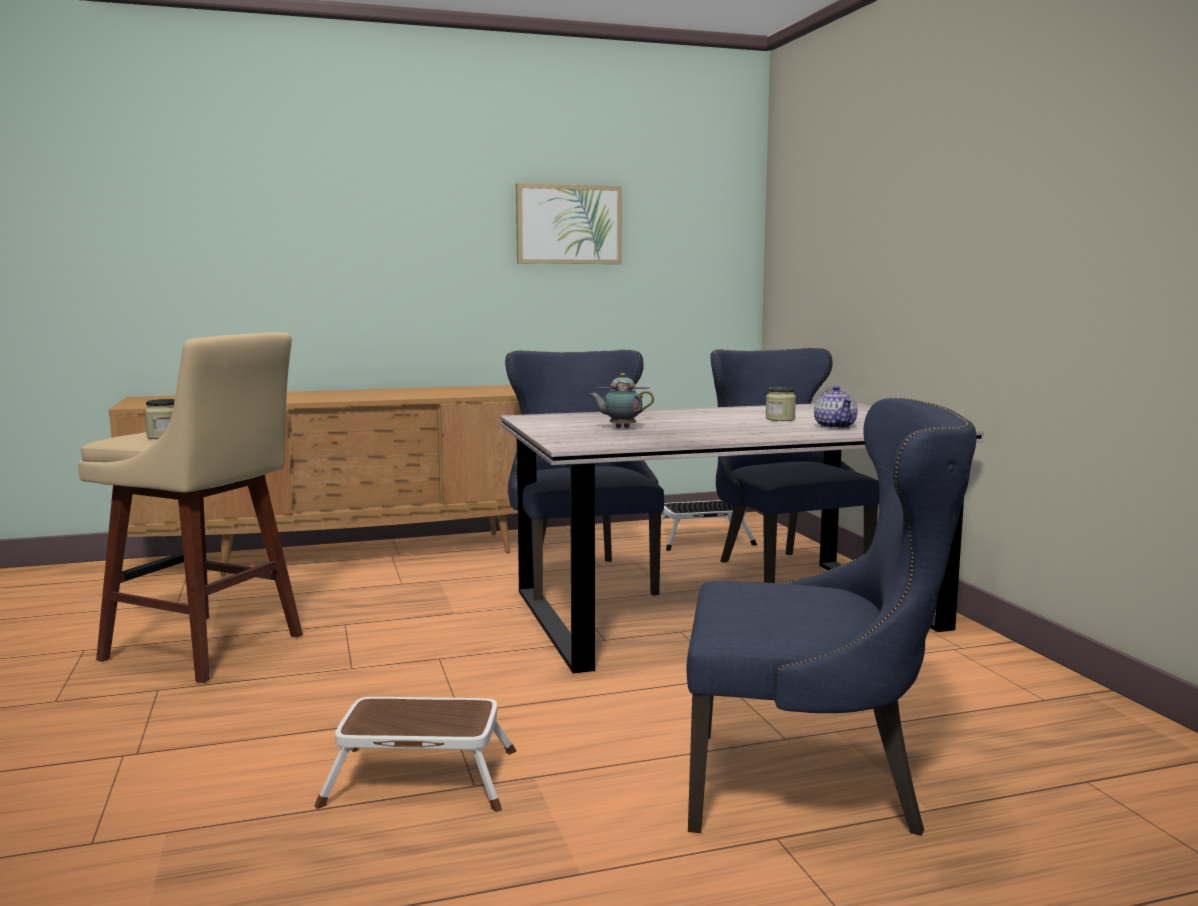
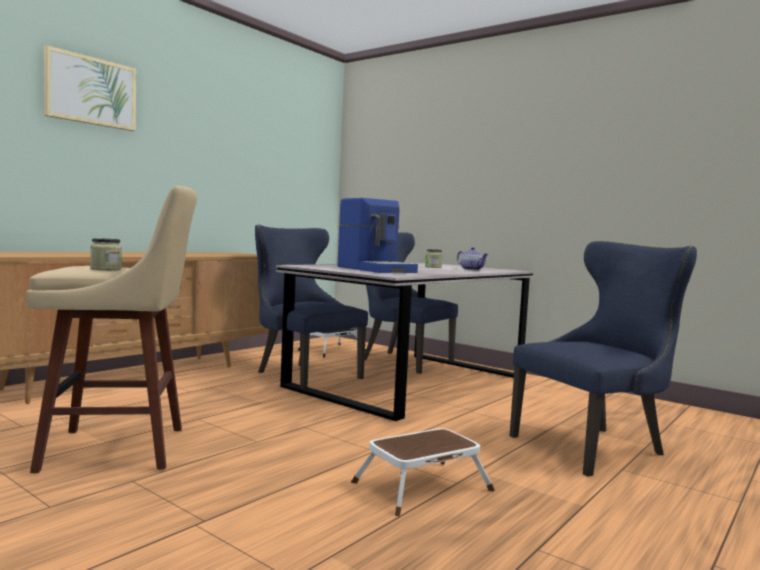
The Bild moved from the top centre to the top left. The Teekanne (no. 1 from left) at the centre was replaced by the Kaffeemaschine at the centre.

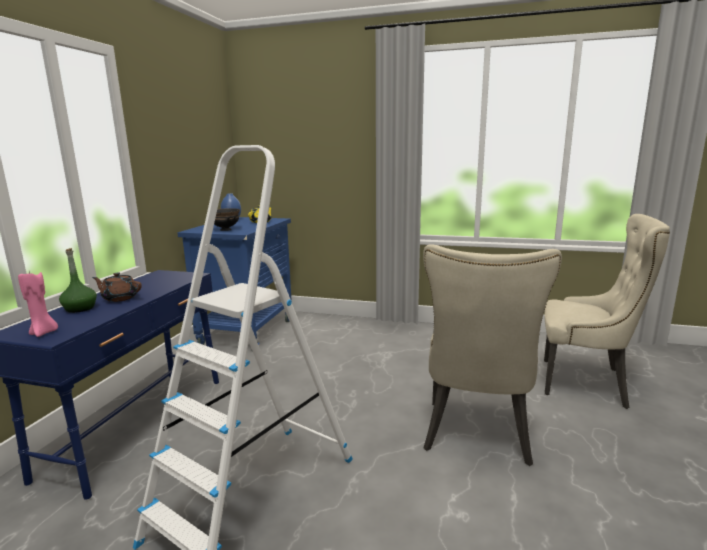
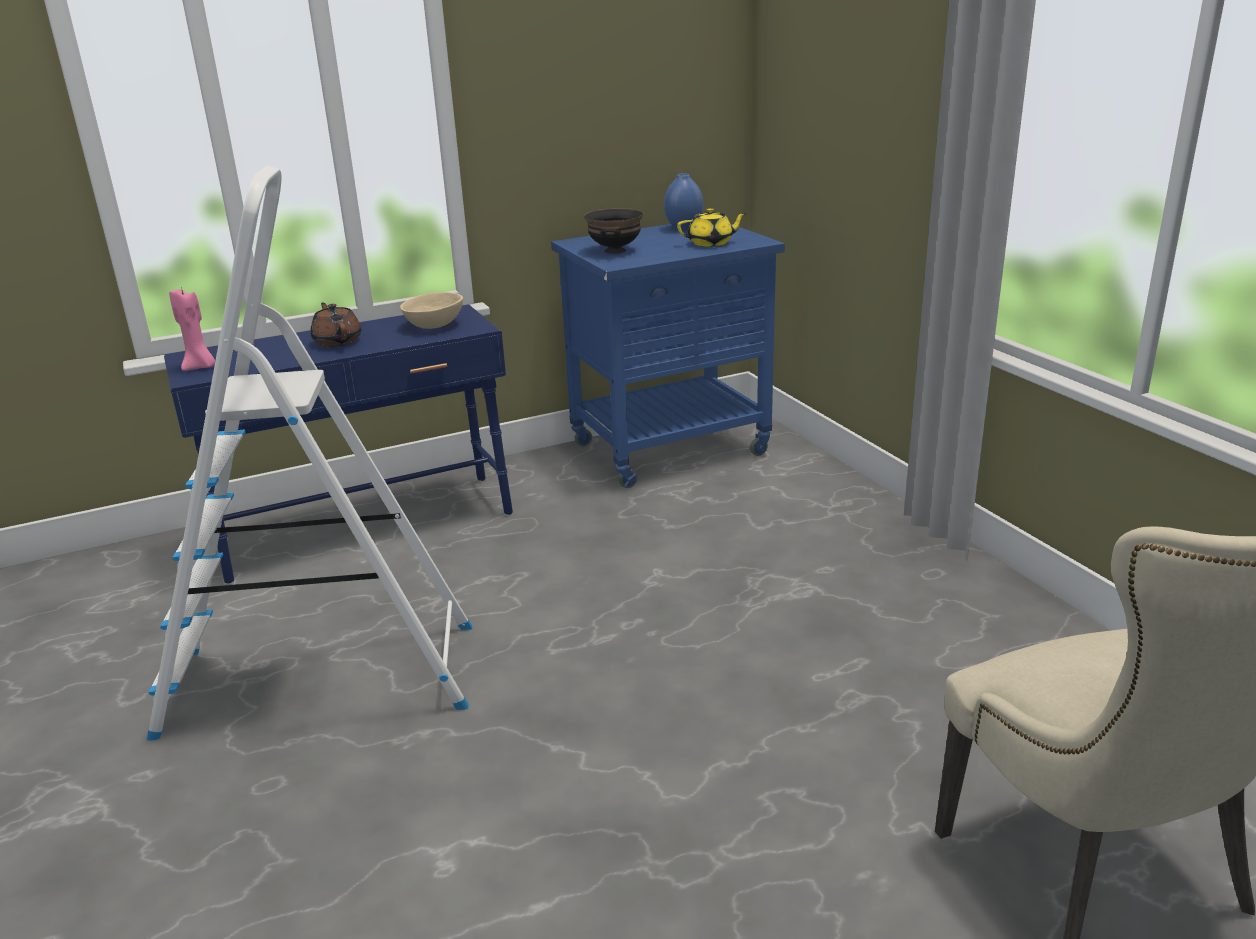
The Flasche/grün at the middle left disappeared. The Stuhl/beige (no. 1 from left) at the middle right disappeared. The Schüssel/beige at the top centre appeared.

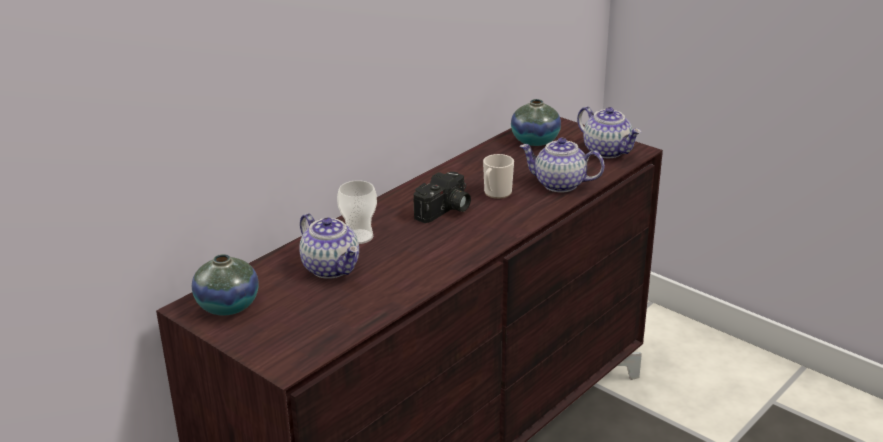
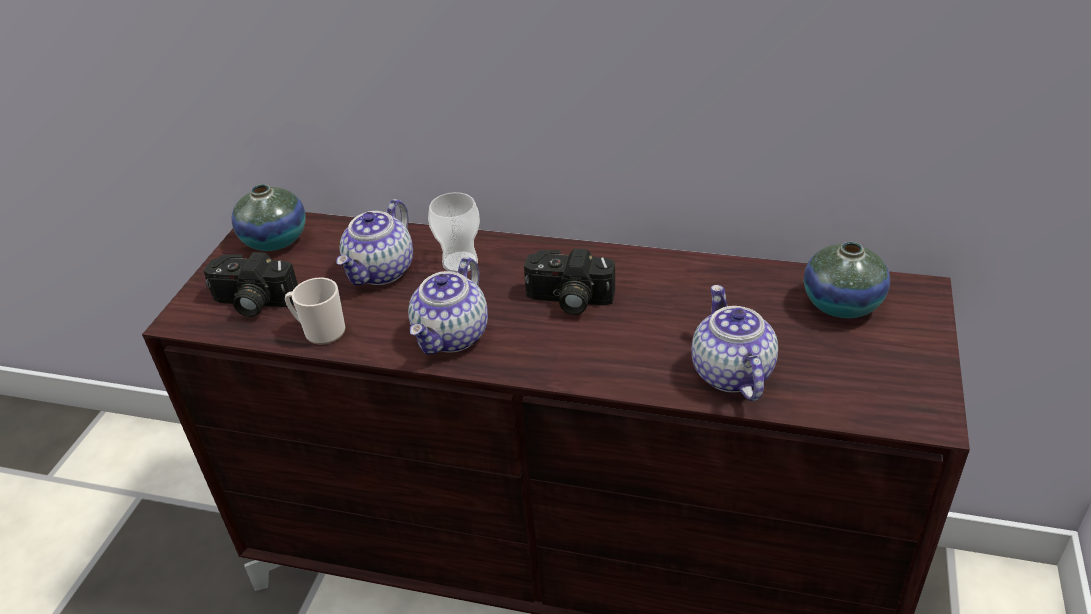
The Henkelbecher moved from the centre to the middle left. The Teekanne (no. 3 from left in the first image) moved from the top right to the centre. The Kamera (no. 1 from left) at the middle left appeared.

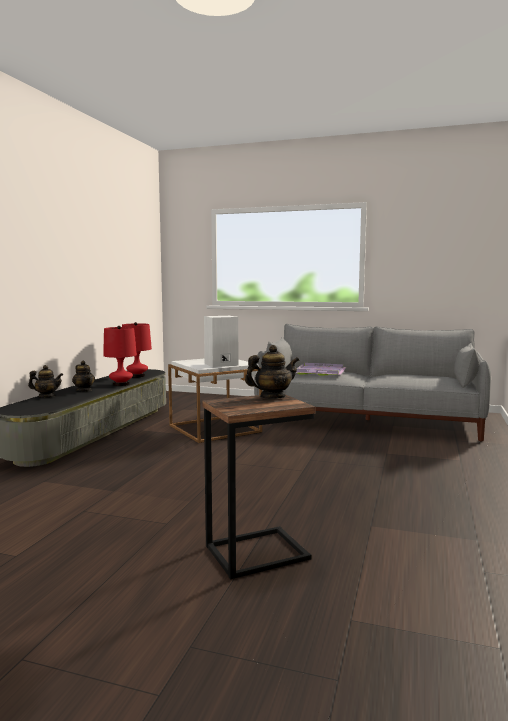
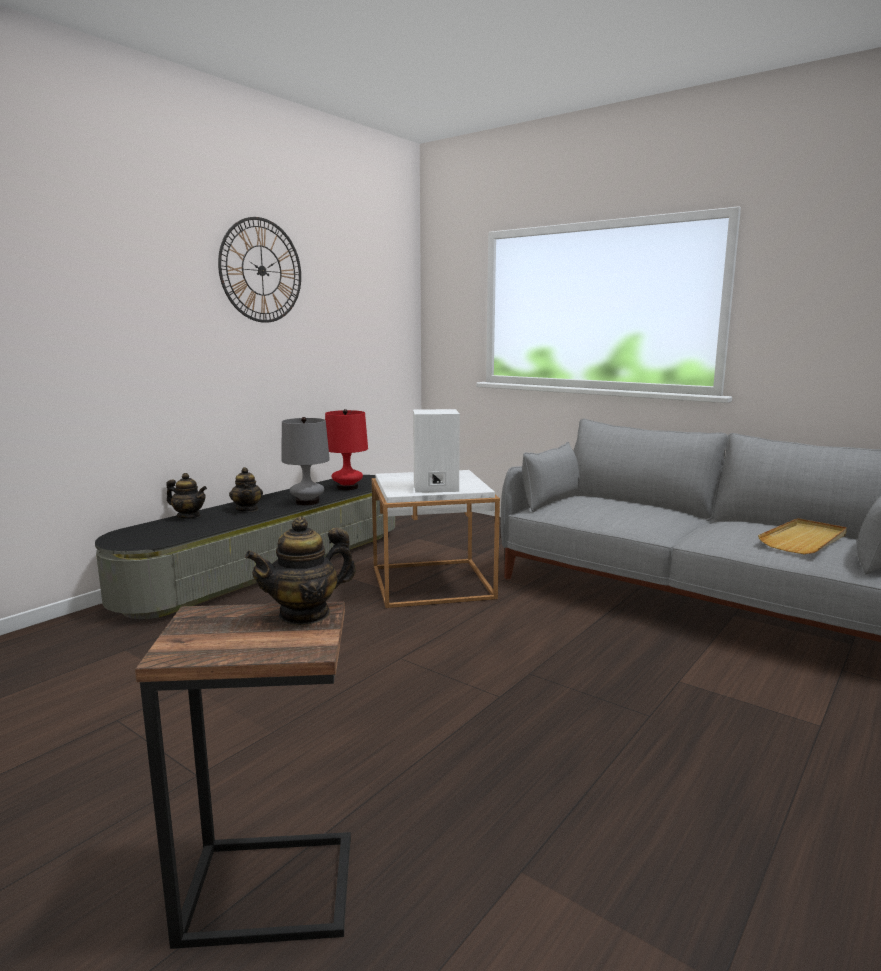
The Tischlampe/rot (no. 1 from left) at the middle left became the Tischlampe/grau at the centre. The Teekanne (no. 3 from left) at the centre turned 150 degrees clockwise. The Tablett/lila at the centre disappeared. The Wanduhr at the top left appeared. The Tablett/beige at the middle right appeared.

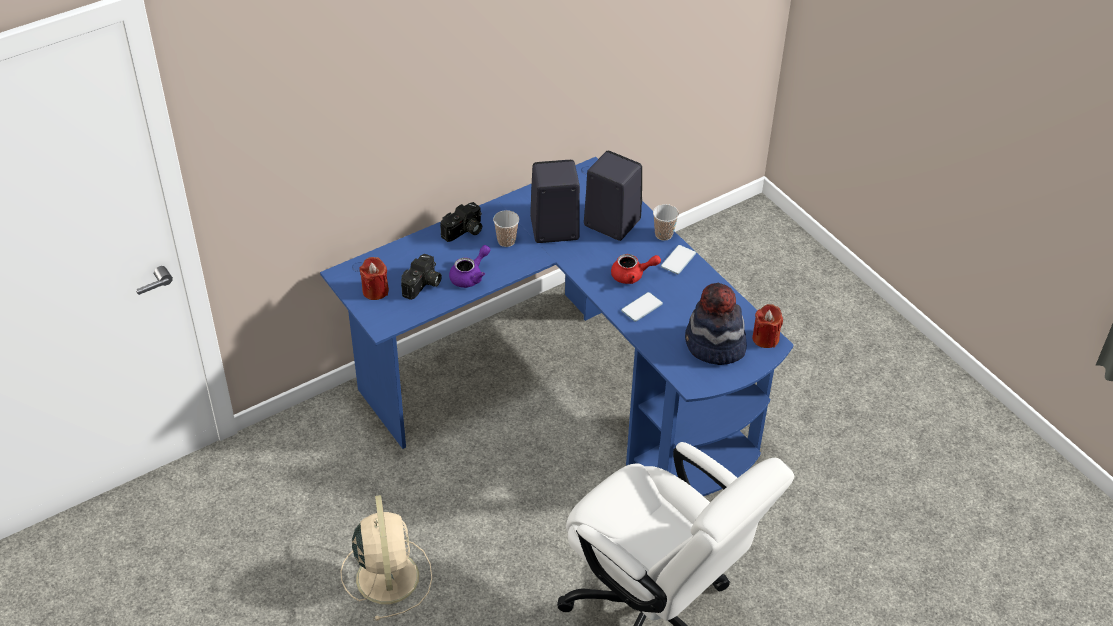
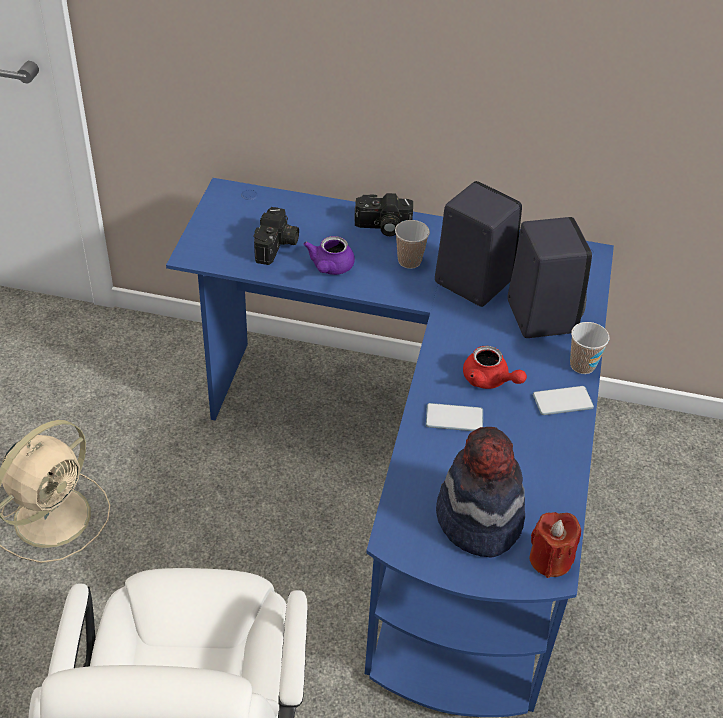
The Kerze/rot (no. 1 from left) at the centre disappeared. The Kamera (no. 1 from left) at the centre turned 60 degrees counterclockwise. The Teekanne/lila at the centre turned 105 degrees clockwise.

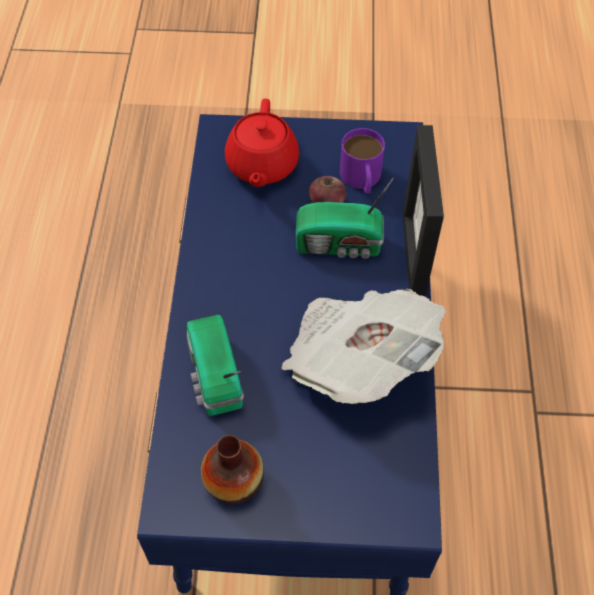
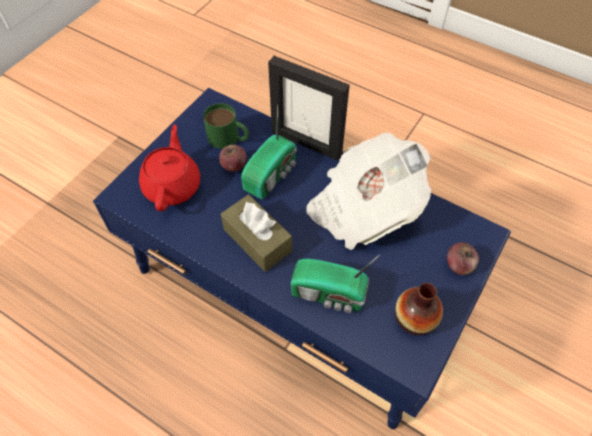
The Teekanne/rot at the top centre turned 120 degrees counterclockwise. The Henkelbecher/lila at the top centre became the Henkelbecher/grün at the top centre. The Taschentuchbox/braun at the centre appeared. The Apfel (no. 2 from left) at the middle right appeared.

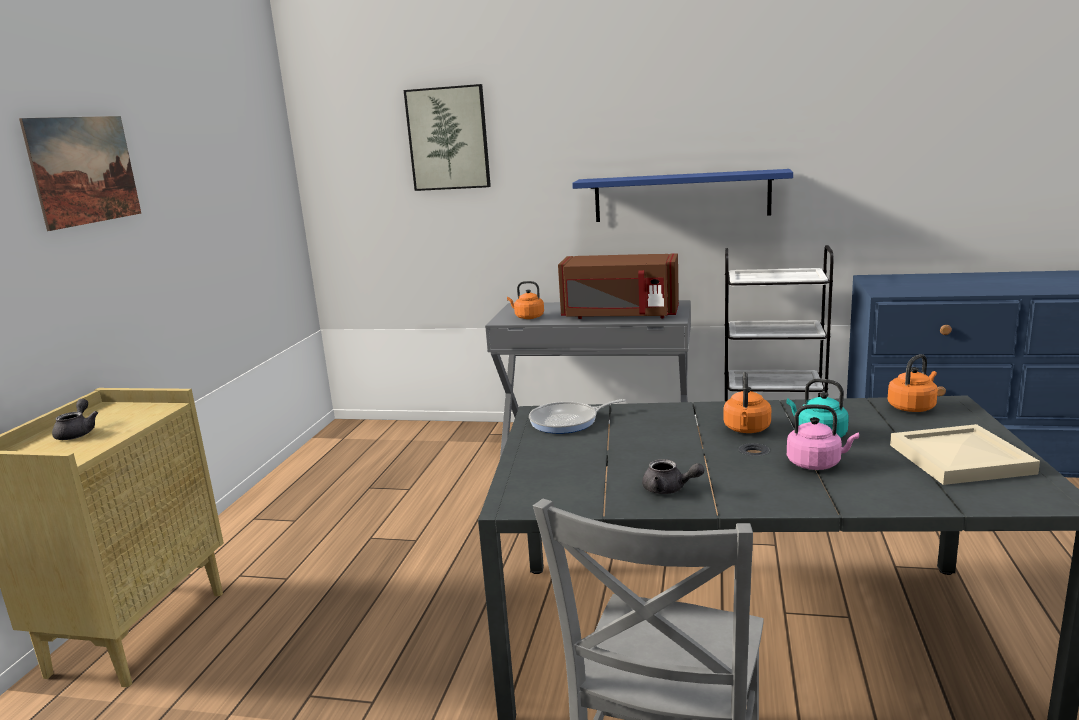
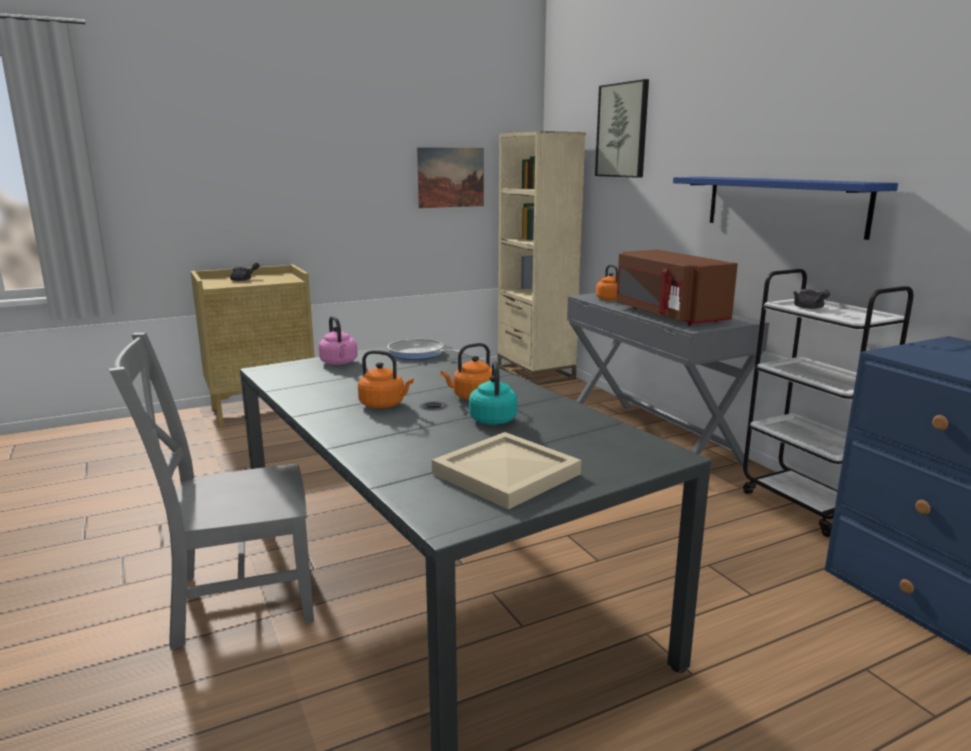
The Bild (no. 1 from left) moved from the top left to the top centre. The Teekanne/grau (no. 2 from left) moved from the centre to the middle right. The Wasserkessel/rosa moved from the middle right to the centre. The Wasserkessel/orange (no. 3 from left in the first image) moved from the middle right to the centre. The Bücherregal/beige at the centre appeared.

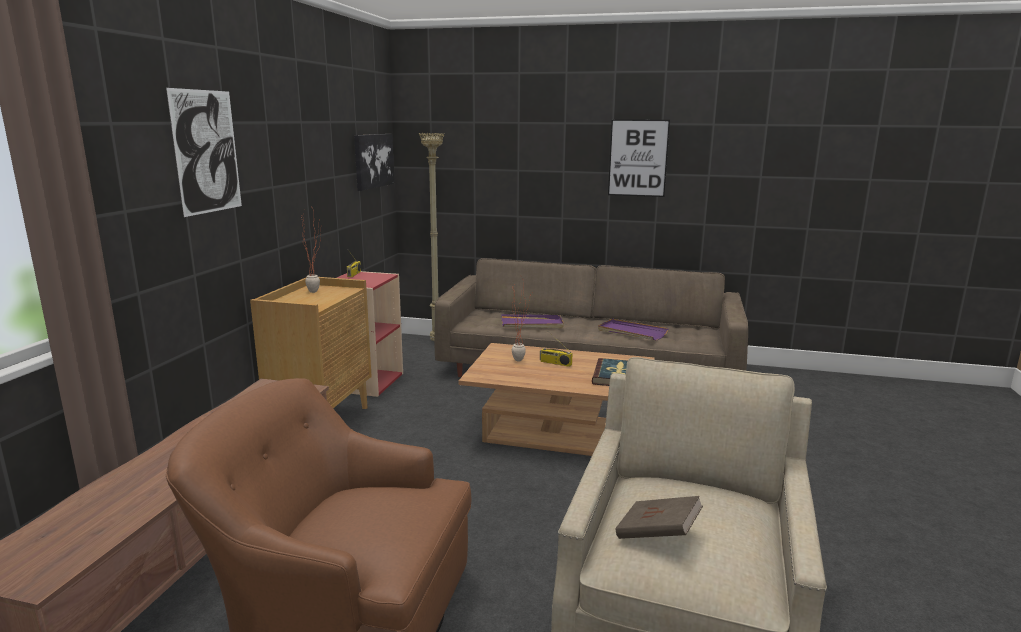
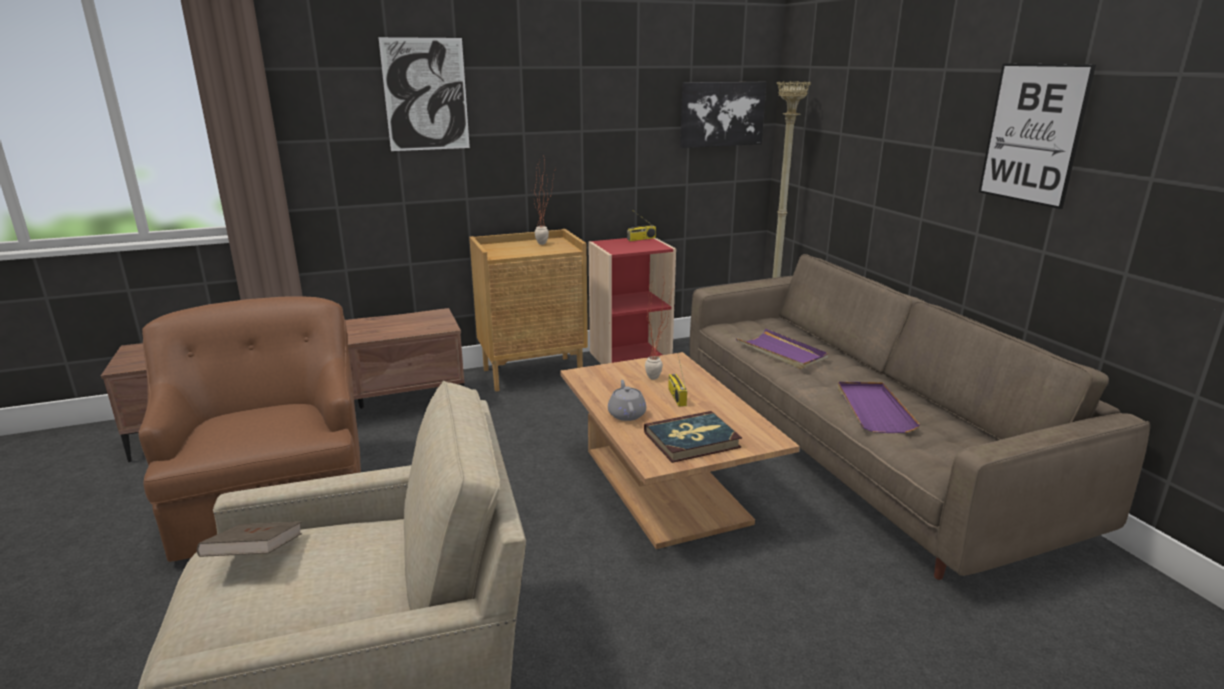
The Teekanne/grau at the centre appeared.

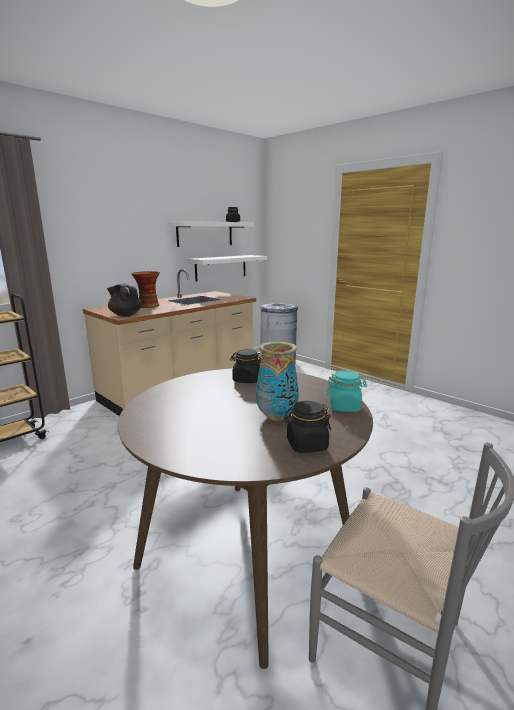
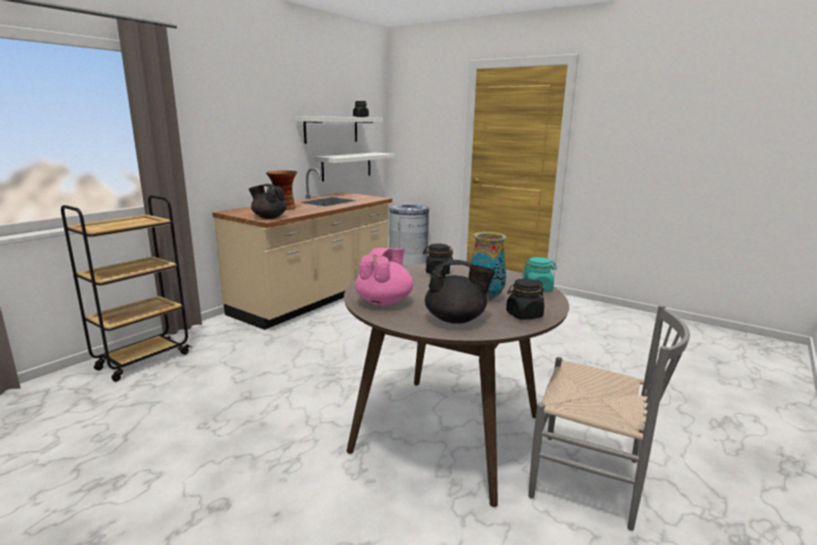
The Teekanne/rosa at the centre appeared. The Teekanne/schwarz (no. 2 from left) at the centre appeared.

